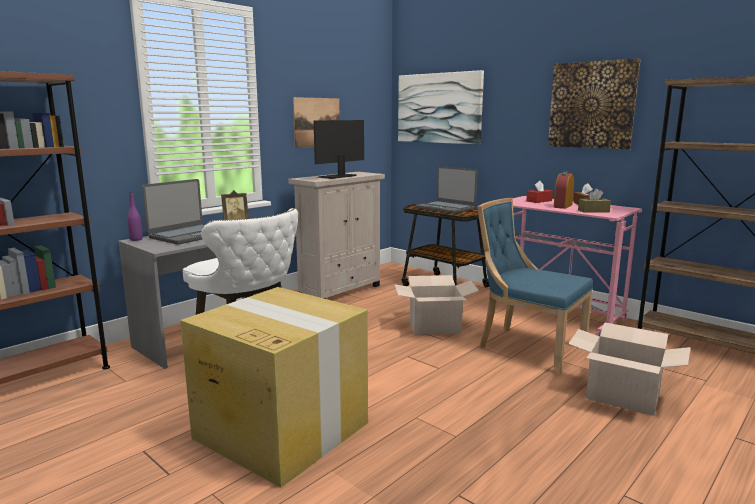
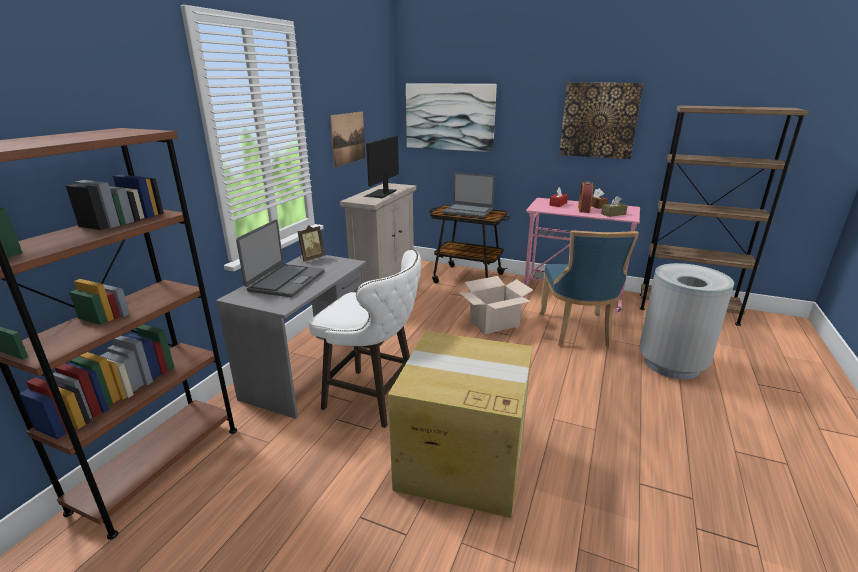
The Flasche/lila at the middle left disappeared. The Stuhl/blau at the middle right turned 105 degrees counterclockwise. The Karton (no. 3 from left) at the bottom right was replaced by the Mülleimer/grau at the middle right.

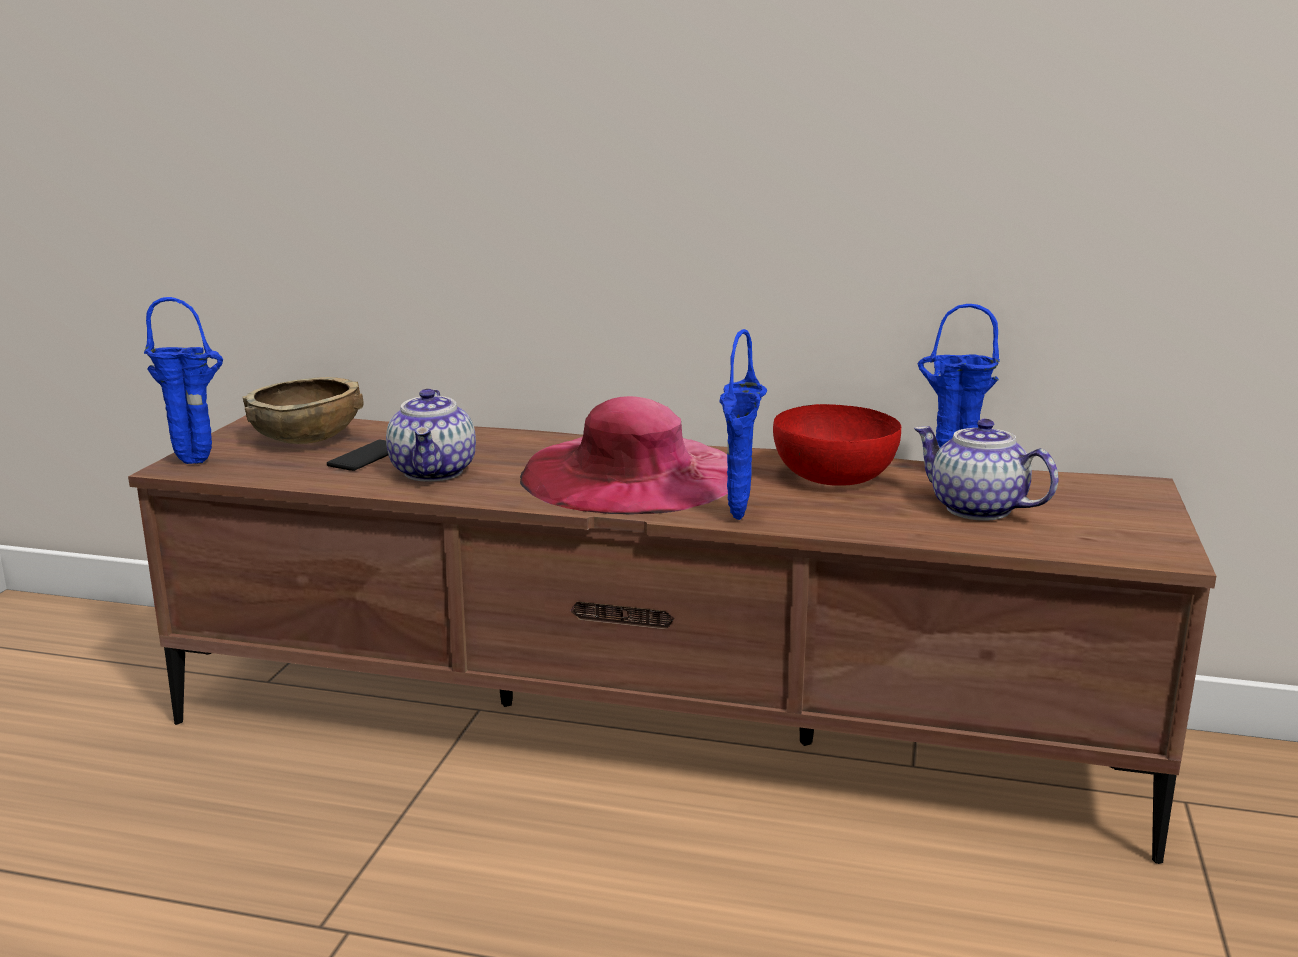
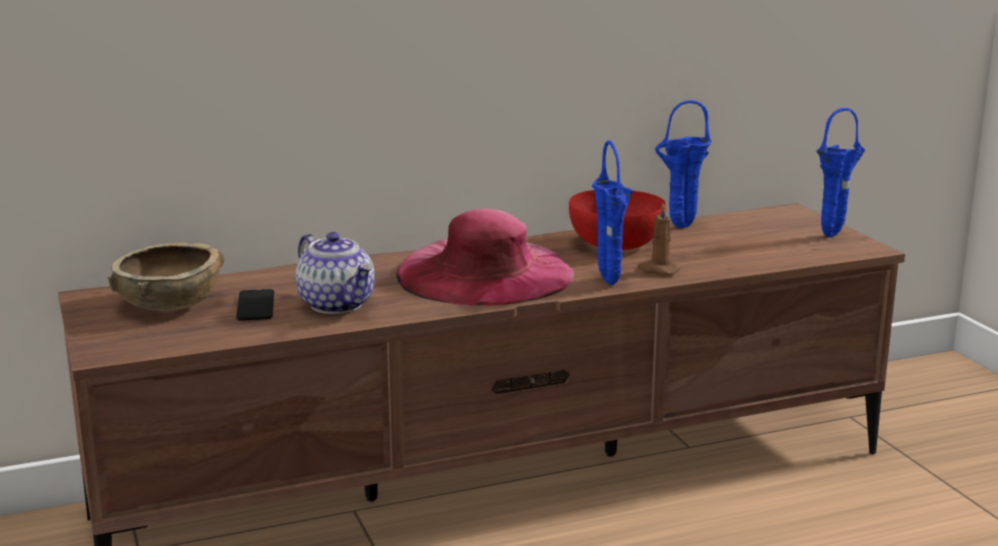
The Vase/blau (no. 1 from left in the first image) moved from the middle left to the top right. The Teekanne (no. 2 from left) at the middle right disappeared. The Kerze/braun at the centre appeared.

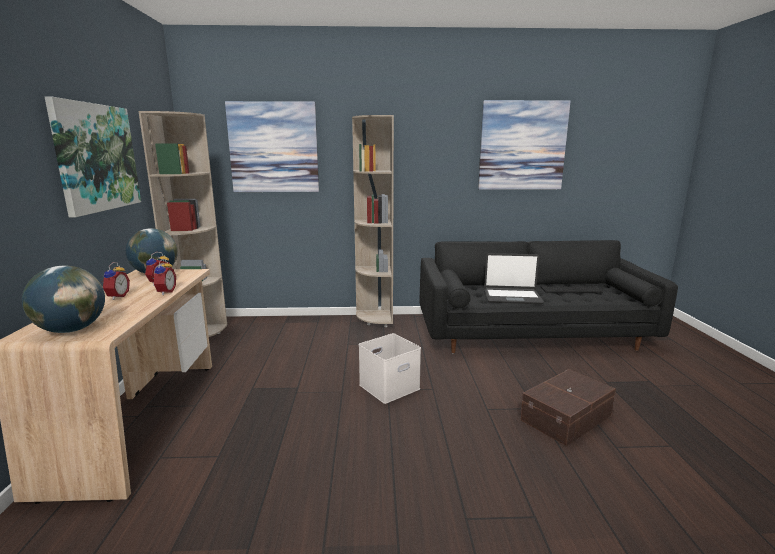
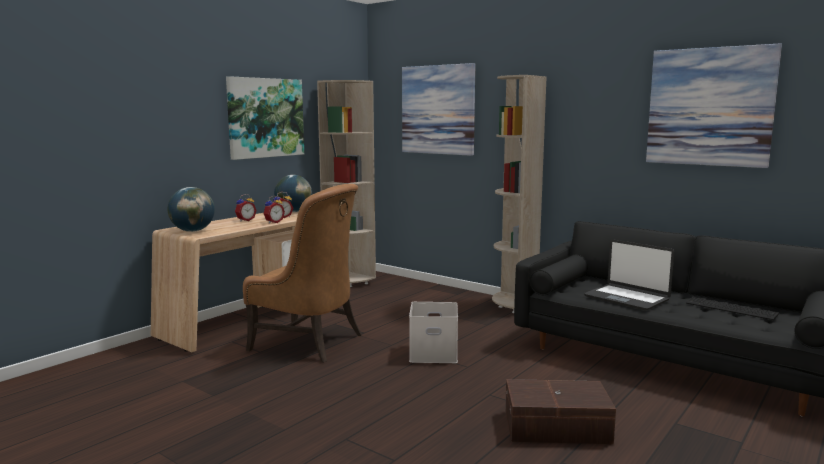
The Stuhl/braun at the centre appeared.

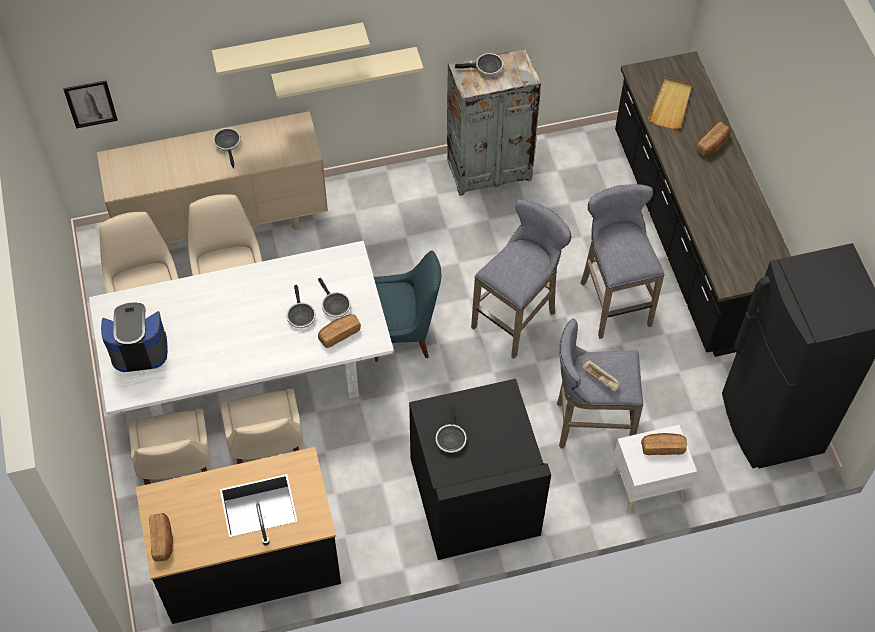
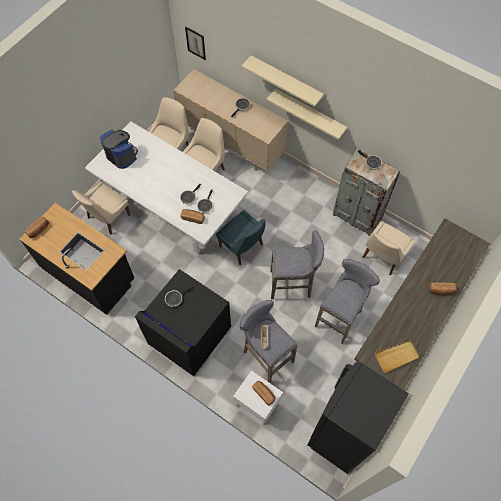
The Stuhl/beige (no. 4 from left) moved from the bottom left to the middle right. The Tablett/beige (no. 2 from left) moved from the top right to the bottom right.

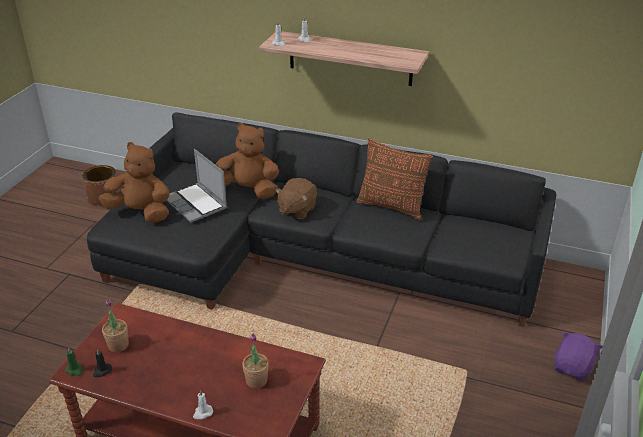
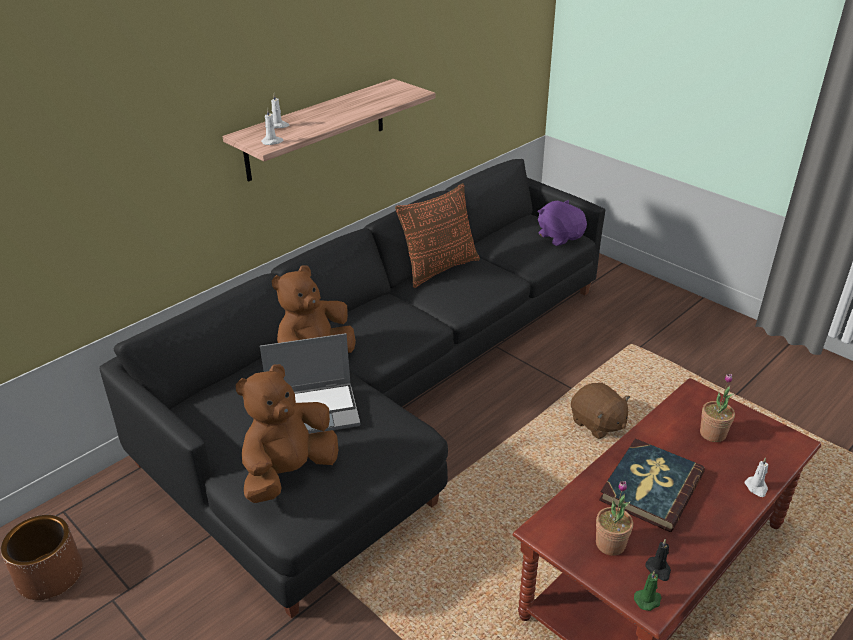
The Plüschtier/braun (no. 3 from left) moved from the centre to the middle right. The Plüschtier/lila moved from the bottom right to the centre. The Buch at the bottom right appeared.

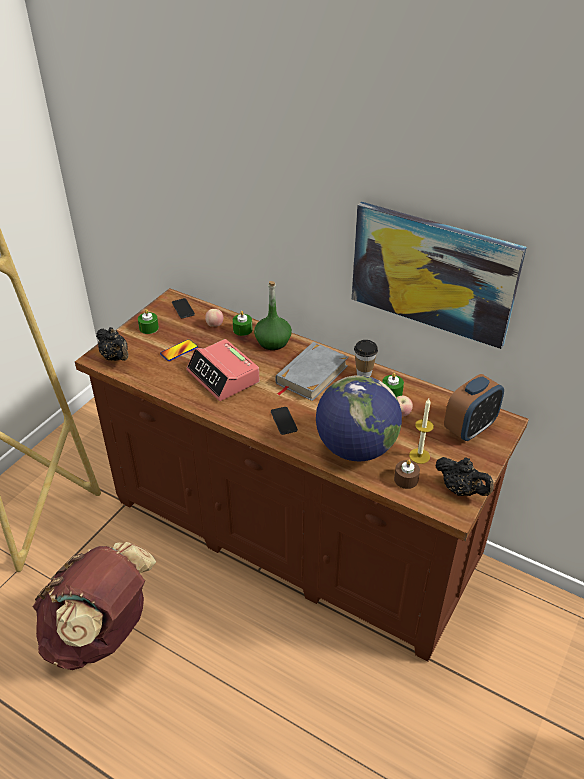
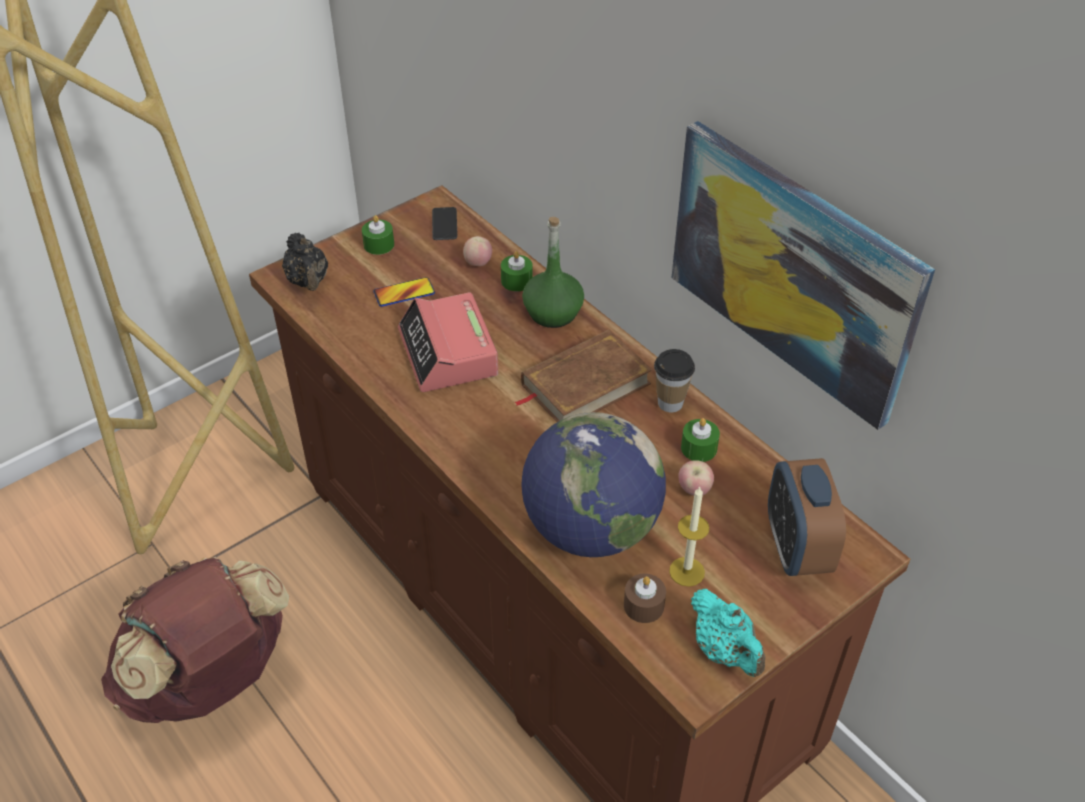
The Handy (no. 3 from left) at the centre disappeared. The Buch/grau at the centre became the Buch/braun at the centre. The Teekanne/schwarz (no. 2 from left) at the middle right became the Teekanne/türkis at the bottom right. The Wecker (no. 2 from left) at the middle right turned 105 degrees clockwise.

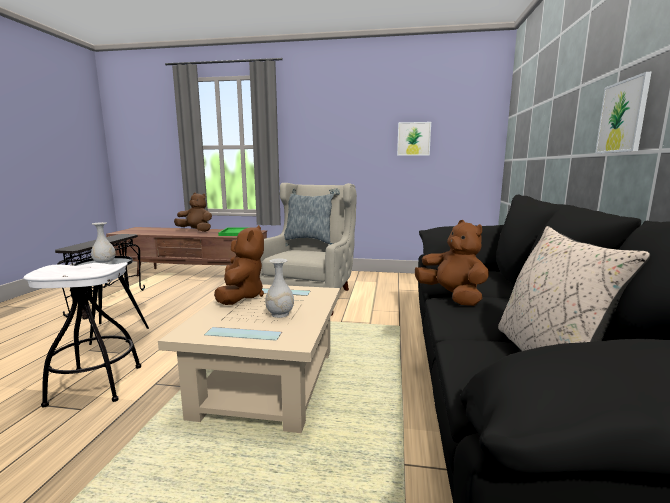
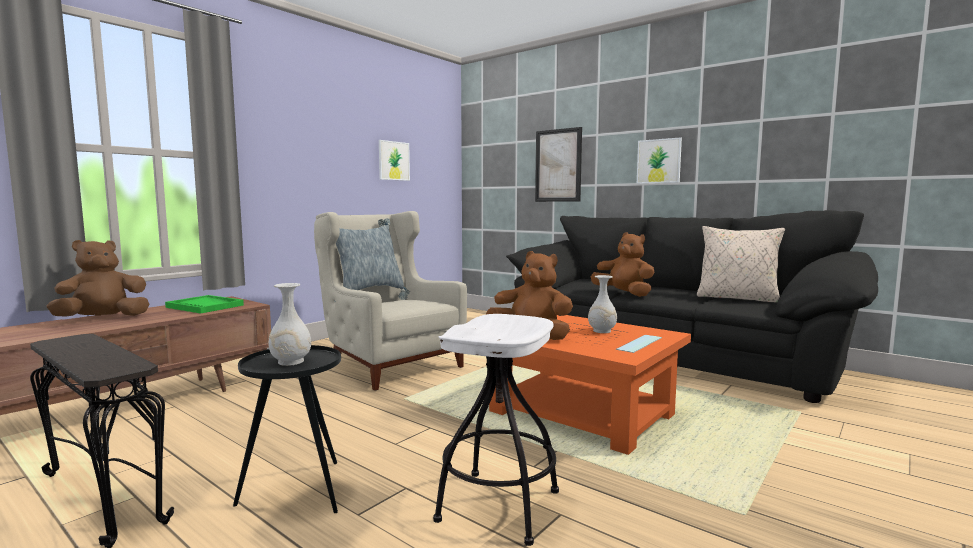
The Couchtisch/beige at the bottom centre became the Couchtisch/orange at the bottom centre. The Plüschtier/braun (no. 3 from left) at the middle right turned 45 degrees clockwise. The Bild (no. 2 from left) at the top centre appeared.

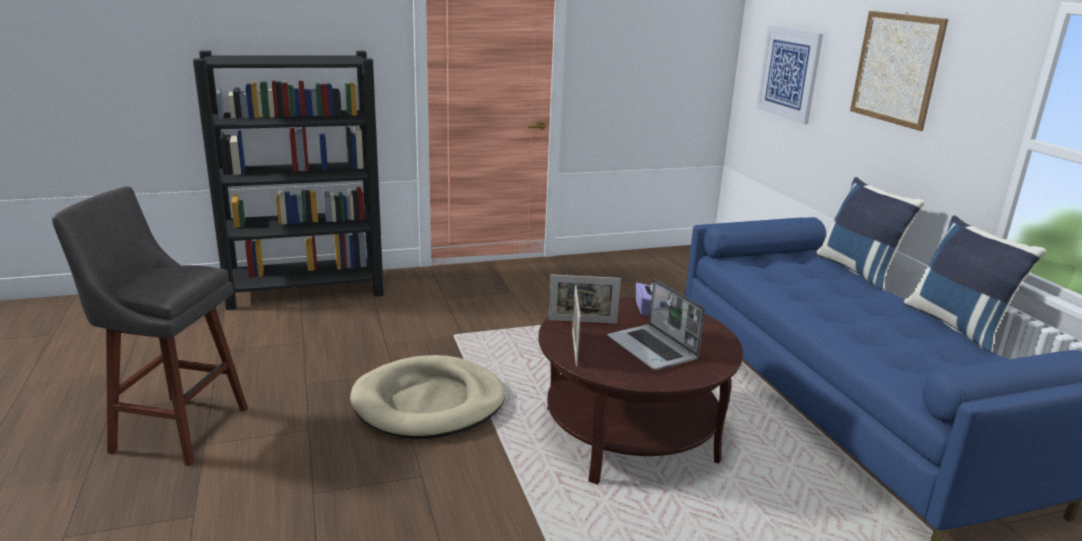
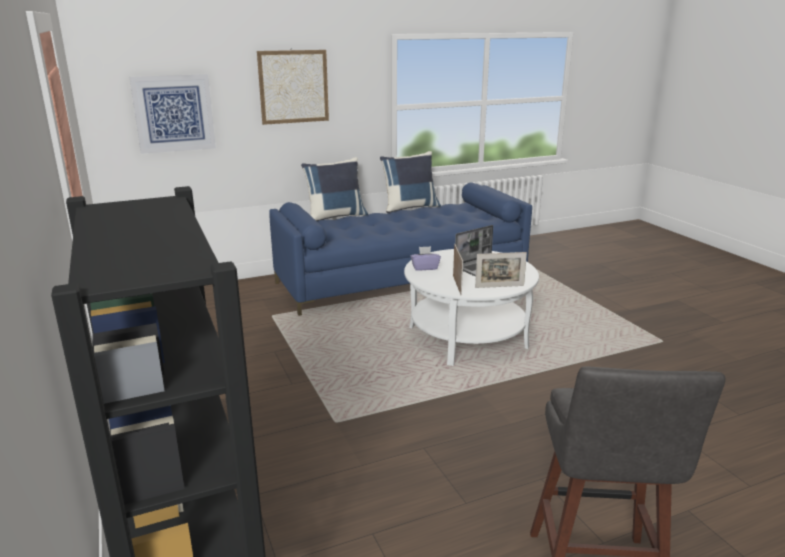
The Hundebett/beige at the bottom centre disappeared. The Couchtisch/braun at the bottom centre became the Couchtisch/weiß at the centre.

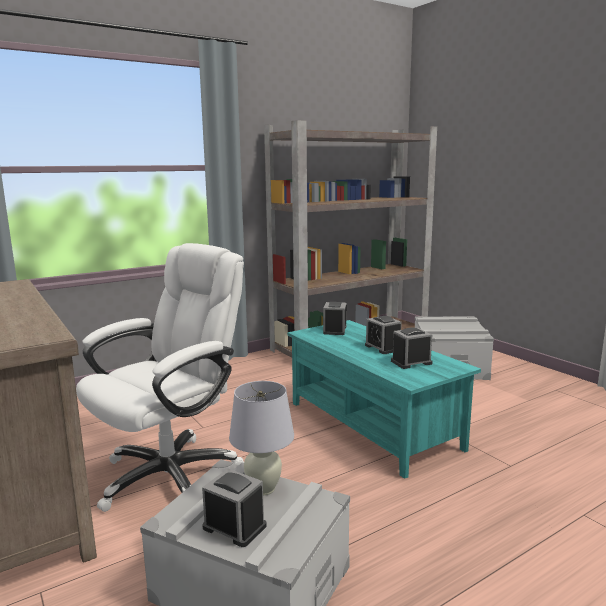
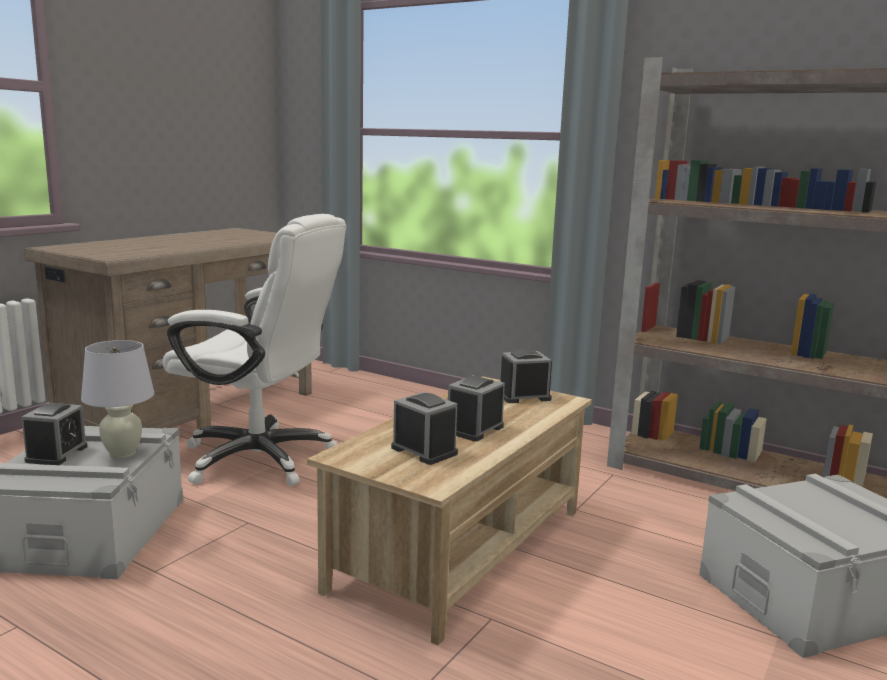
The Couchtisch/türkis at the centre became the Couchtisch/beige at the bottom centre.

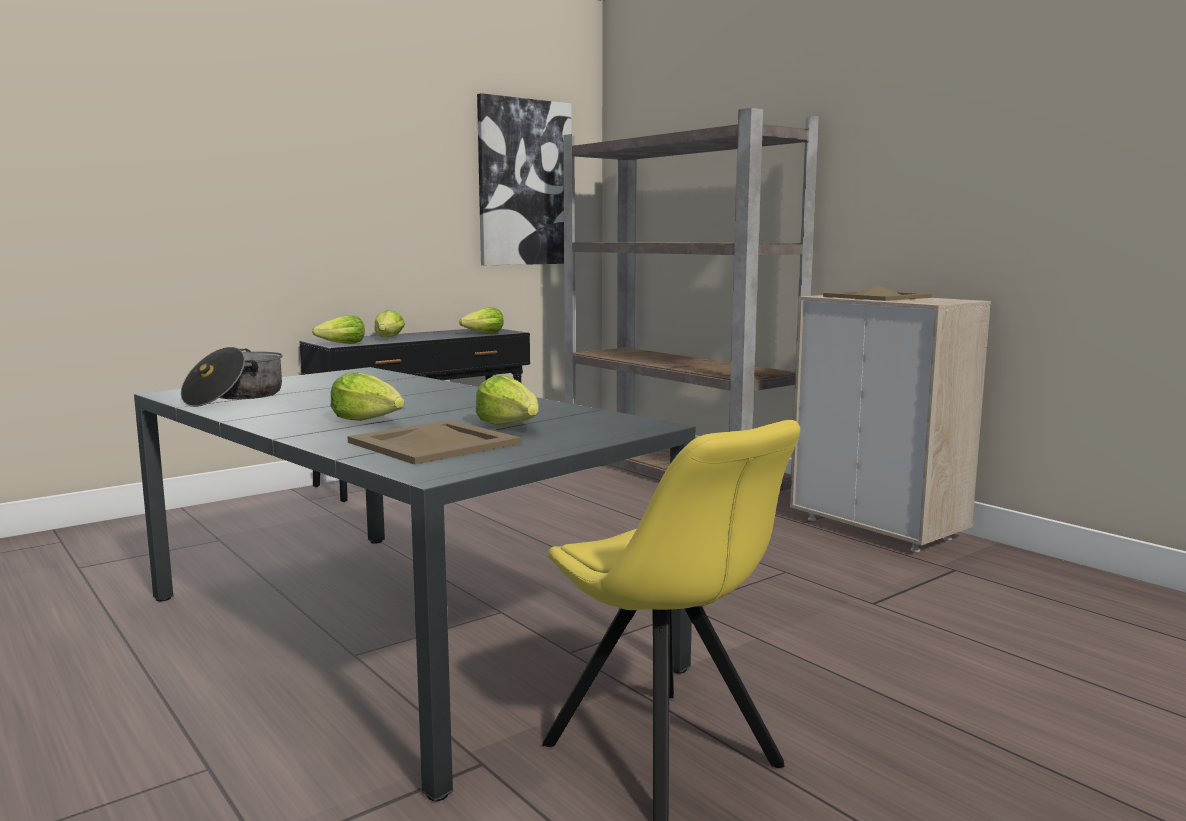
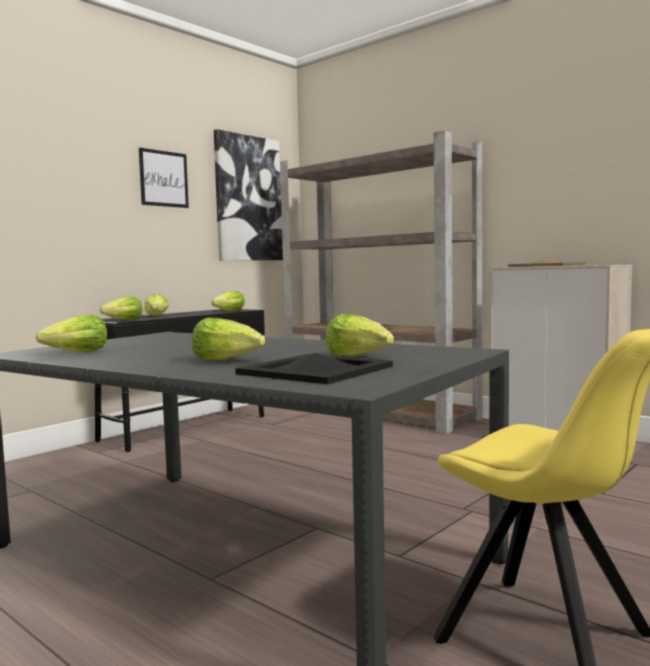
The Kochtopf at the middle left was replaced by the Salatkopf (no. 1 from left) at the middle left. The Tablett/beige (no. 1 from left) at the centre became the Tablett/schwarz at the centre. The Bild (no. 1 from left) at the top left appeared.

